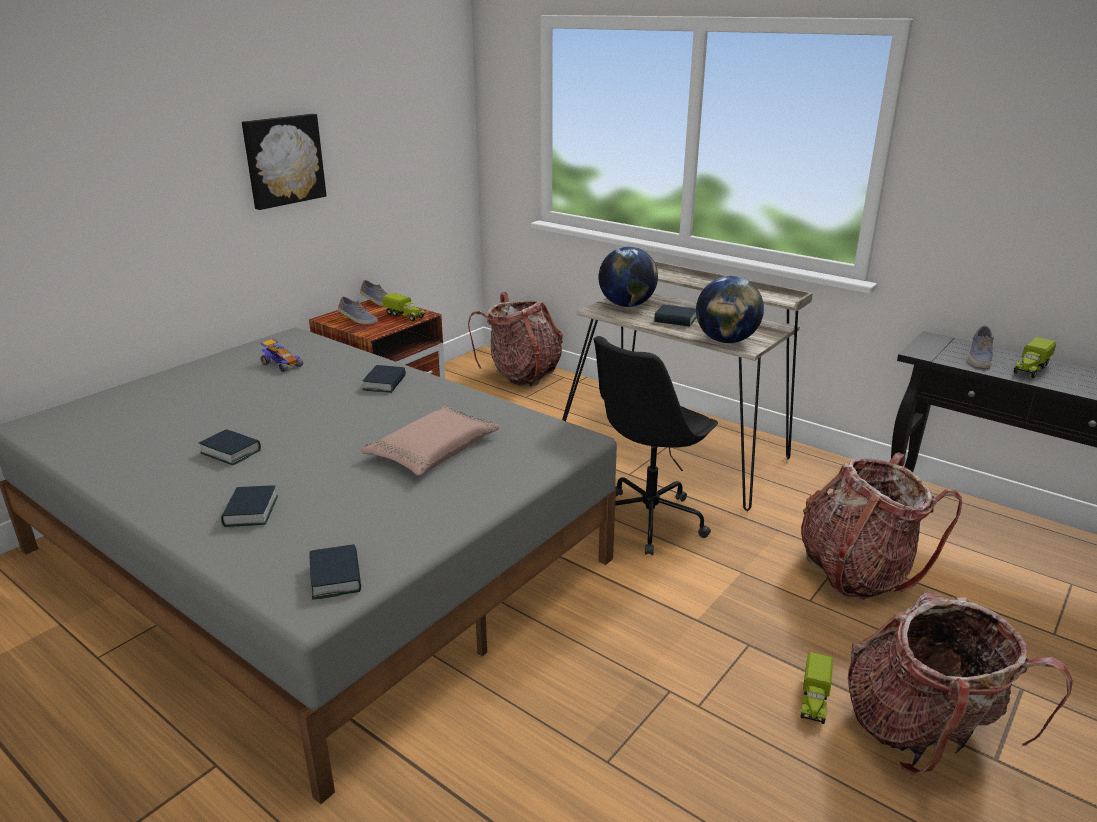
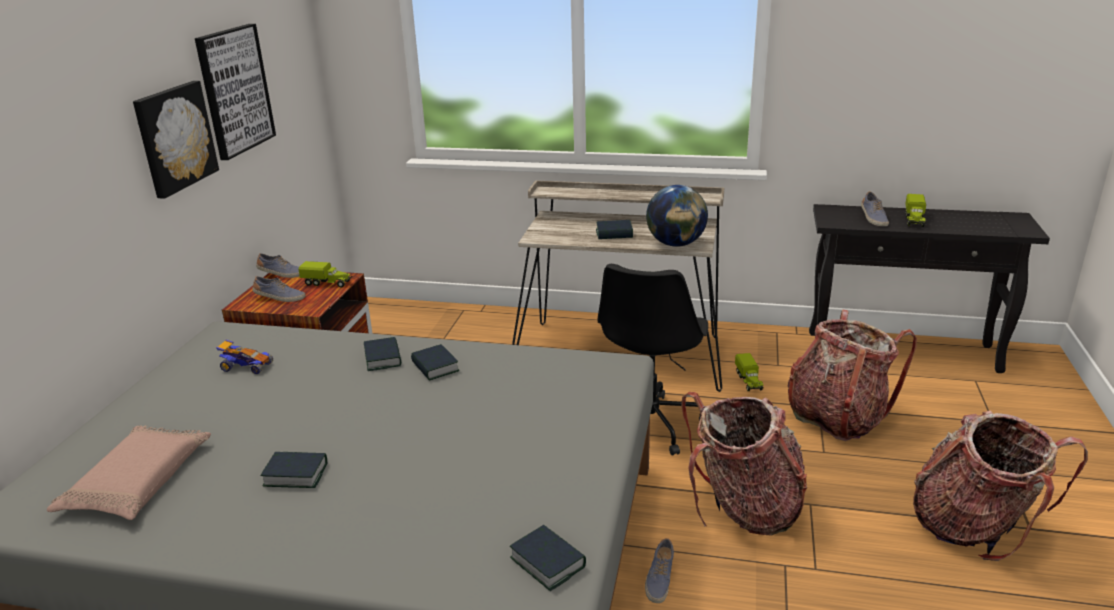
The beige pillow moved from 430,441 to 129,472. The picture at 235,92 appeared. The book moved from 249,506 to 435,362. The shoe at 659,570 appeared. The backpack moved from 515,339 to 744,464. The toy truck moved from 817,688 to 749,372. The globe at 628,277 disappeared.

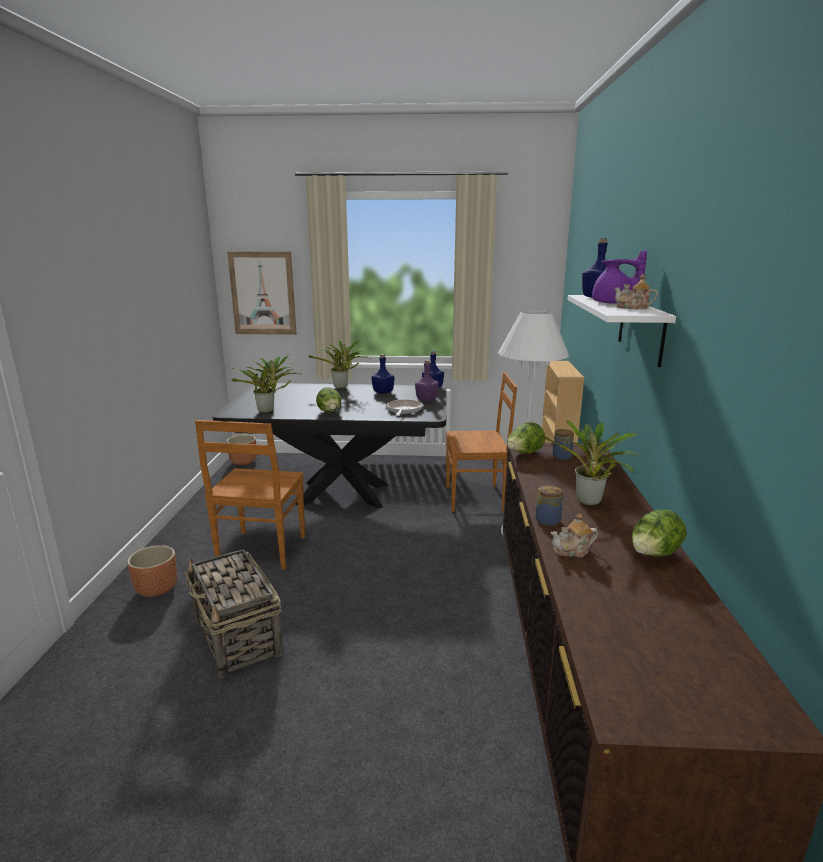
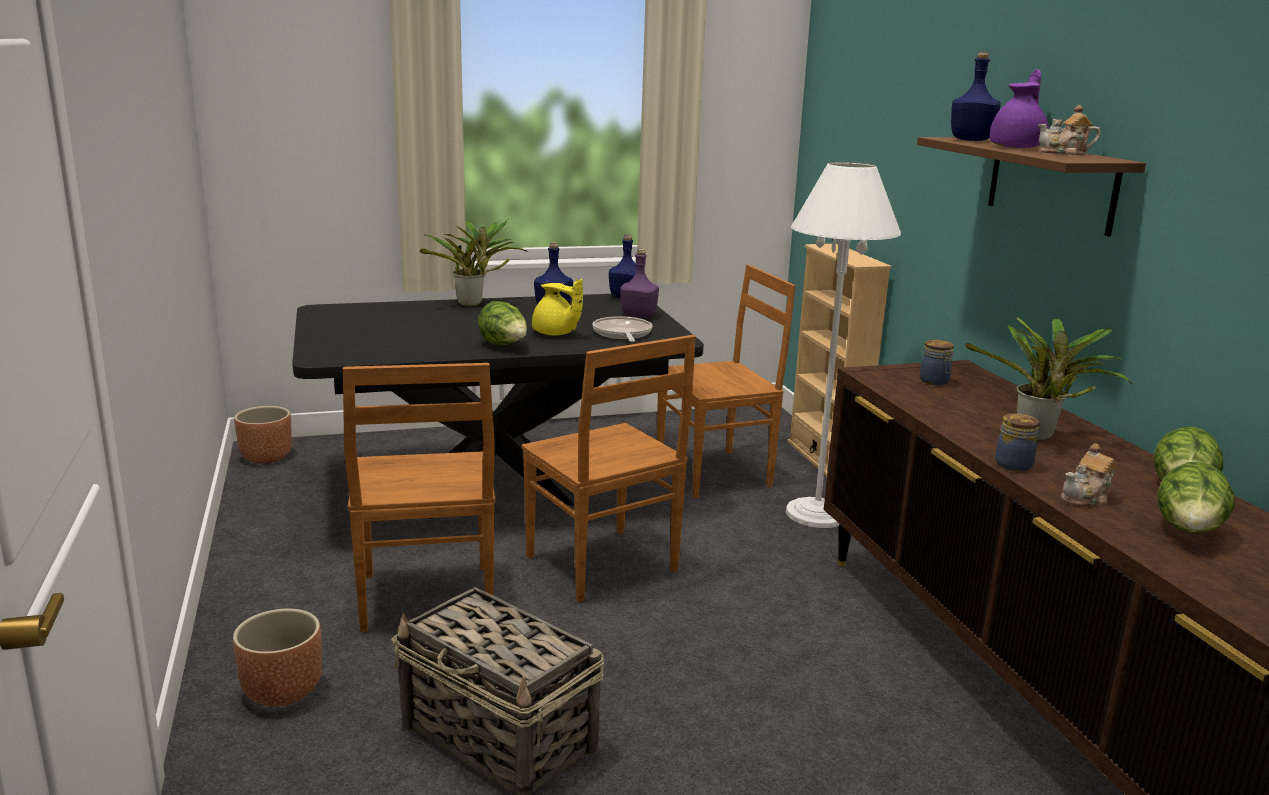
The brown chair at 608,468 appeared. The yellow teapot at 557,307 appeared. The white shelf at 621,331 became the brown shelf at 1031,187. The purple teapot at 619,276 turned 45 degrees counterclockwise. The lettuce moved from 526,438 to 1195,497. The picture at 262,293 disappeared. The potted plant at 267,384 disappeared.

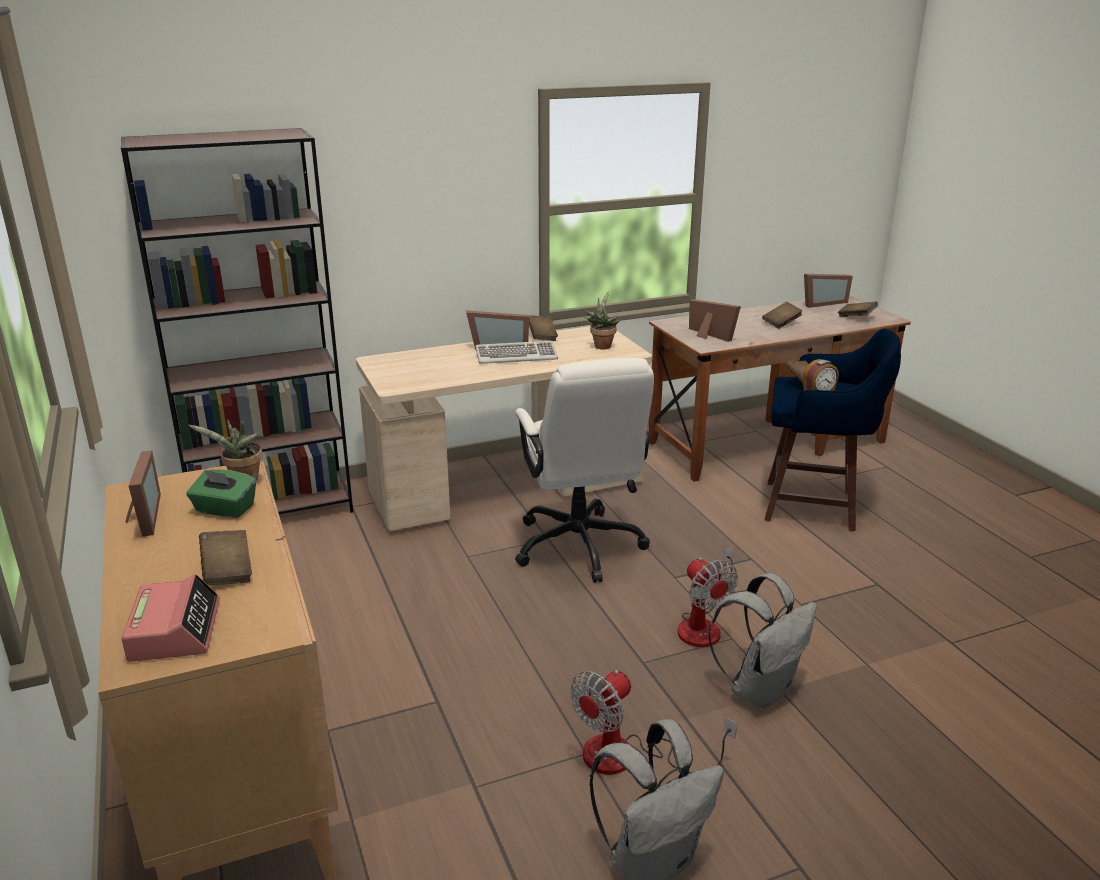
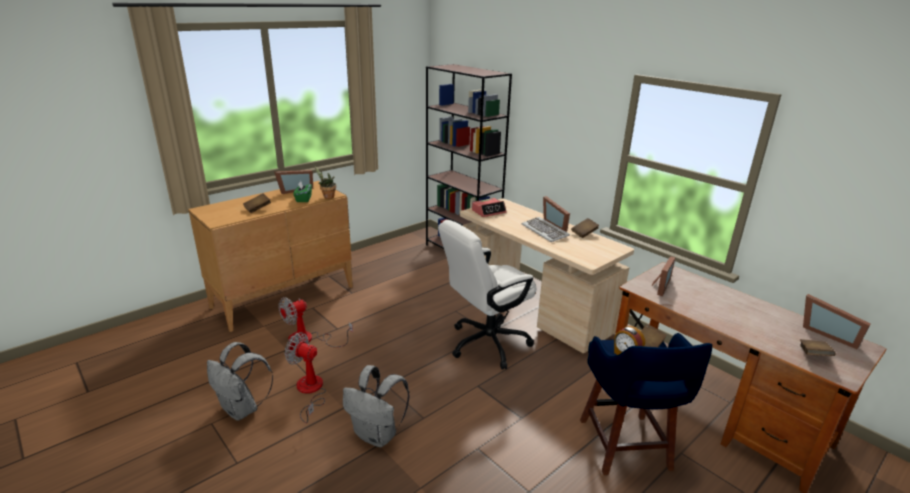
The fan moved from 708,597 to 315,322. The alarm clock moved from 170,618 to 489,207. The potted plant at 602,321 disappeared. The brown book at 782,315 disappeared.

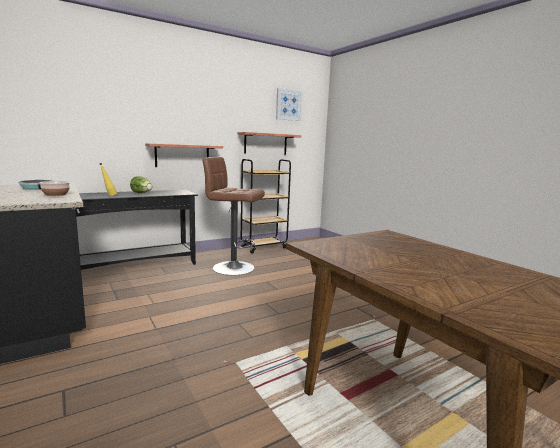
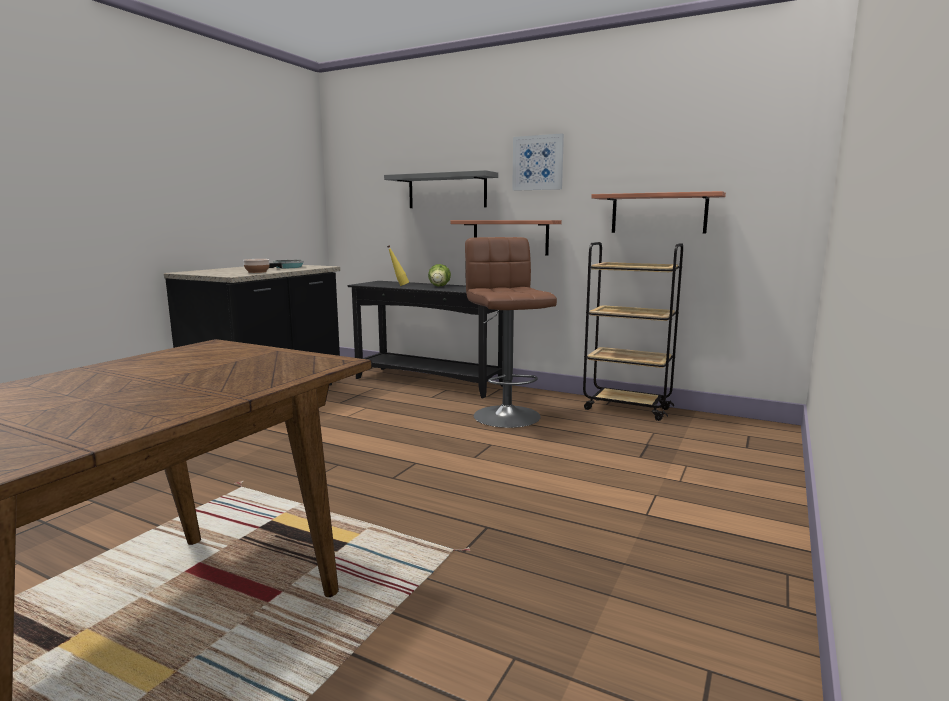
The grey shelf at 441,189 appeared. The picture moved from 289,104 to 538,162.

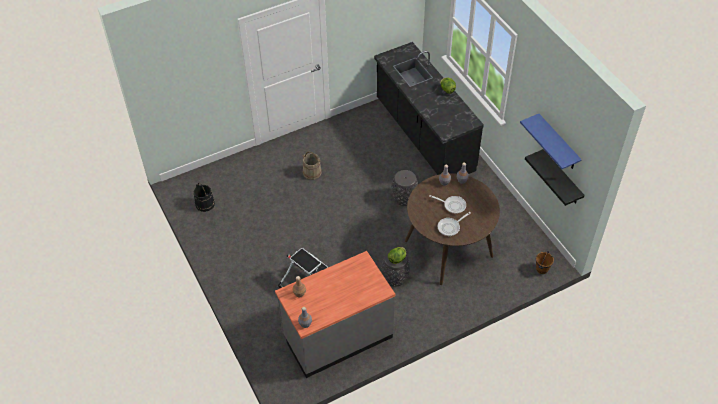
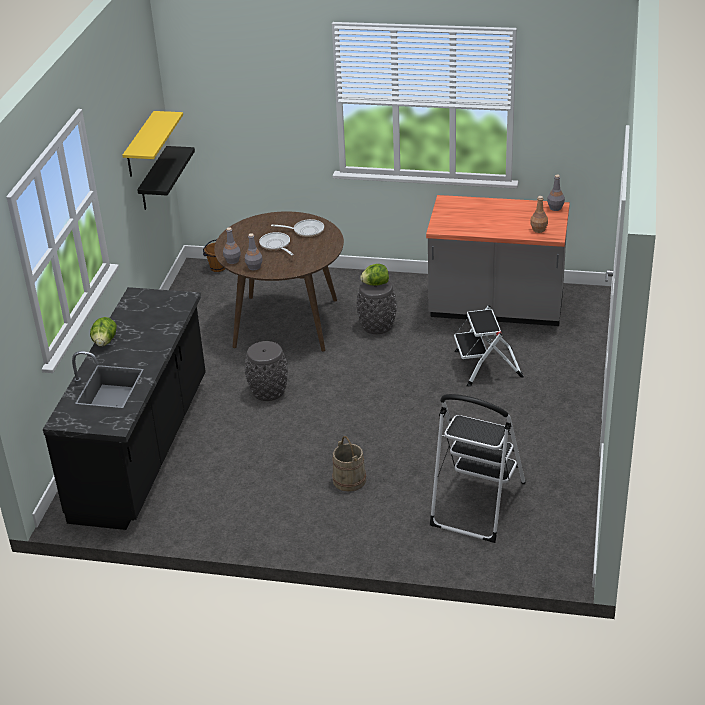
The blue shelf at 551,141 became the yellow shelf at 152,144. The step ladder at 478,468 appeared. The black bucket at 204,197 disappeared.

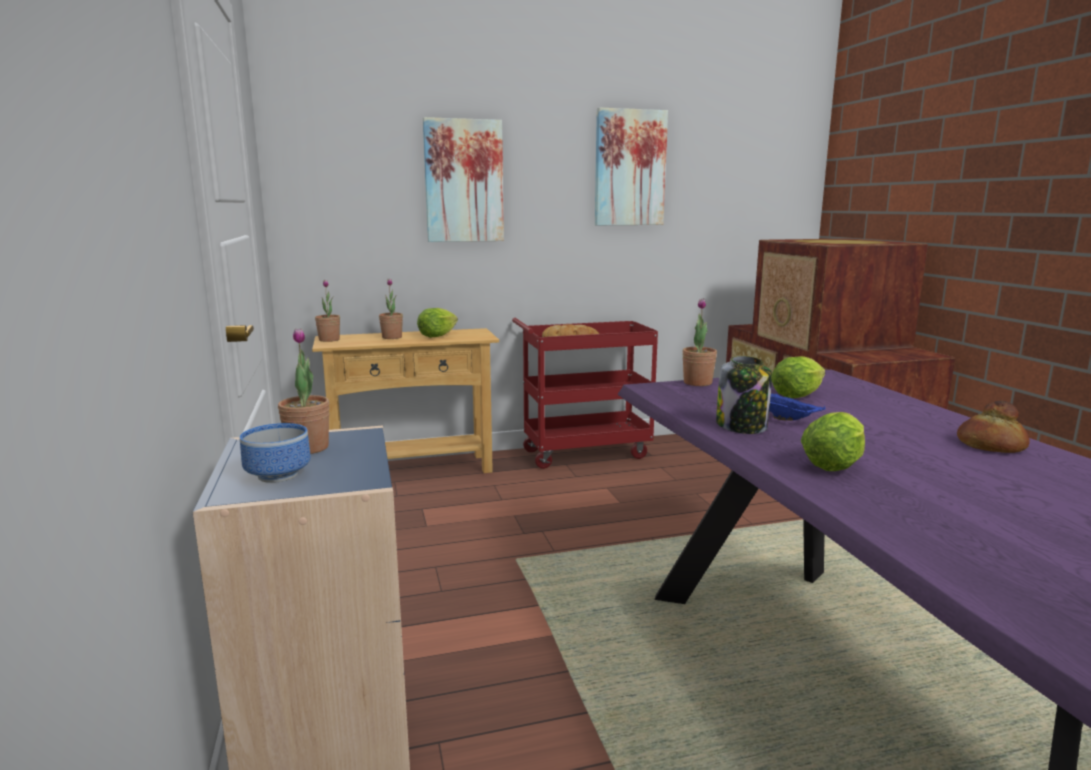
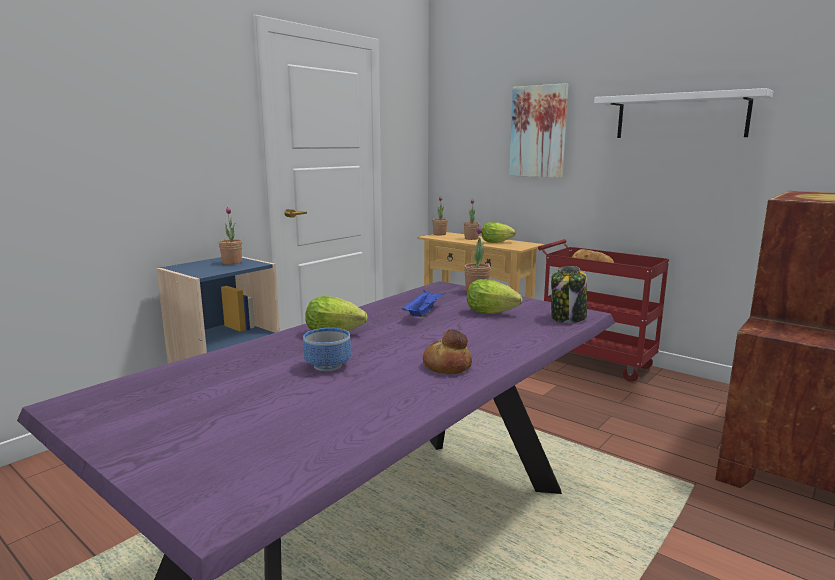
The bowl moved from 275,453 to 327,349. The jar moved from 744,395 to 569,294. The picture at 631,166 was replaced by the white shelf at 684,113.

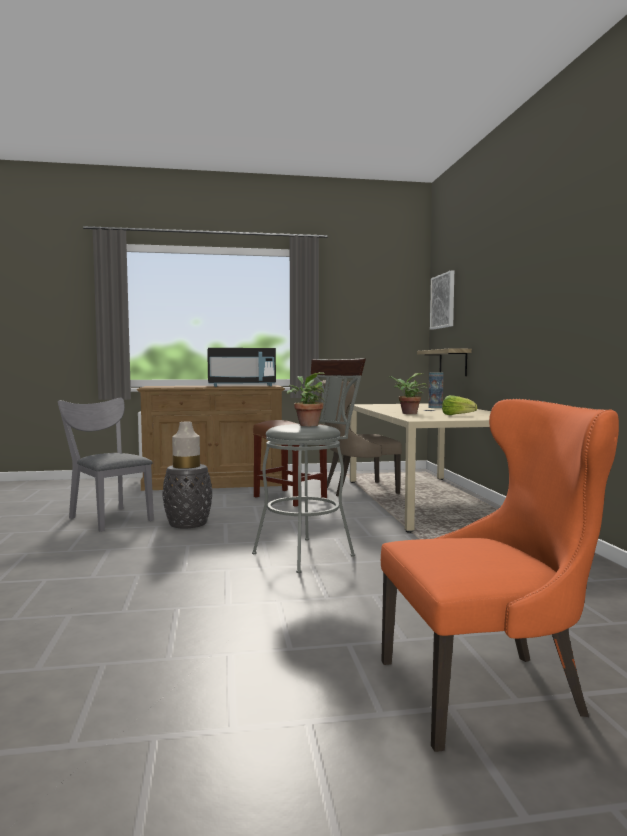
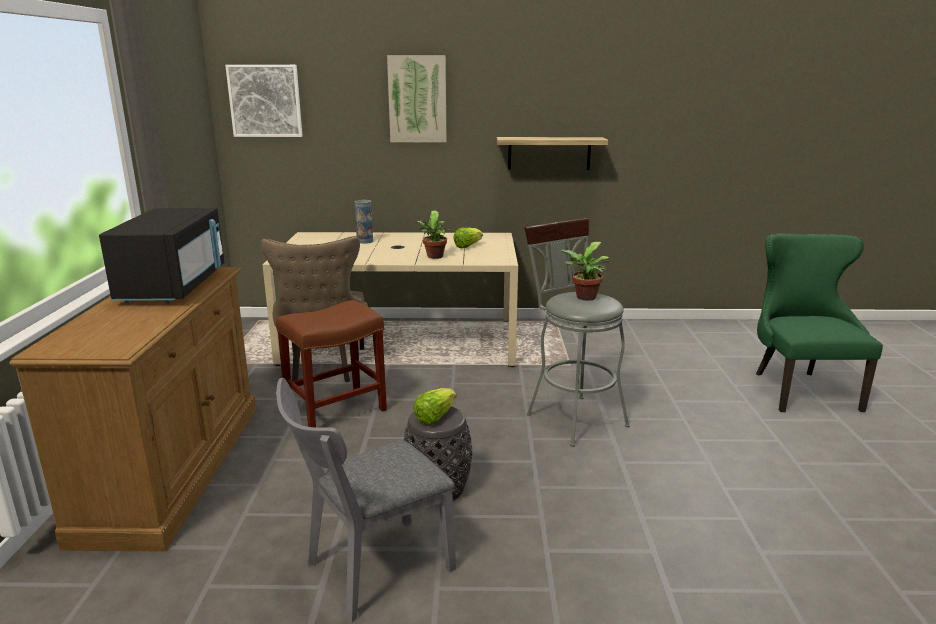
The picture at 417,98 appeared. The beige vase at 186,445 was replaced by the lettuce at 434,406. The shelf moved from 444,362 to 552,153. The orange chair at 500,575 became the green chair at 819,323.

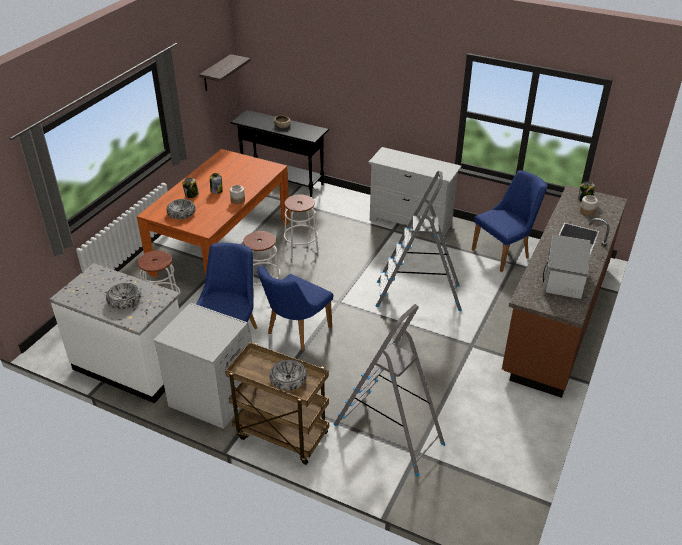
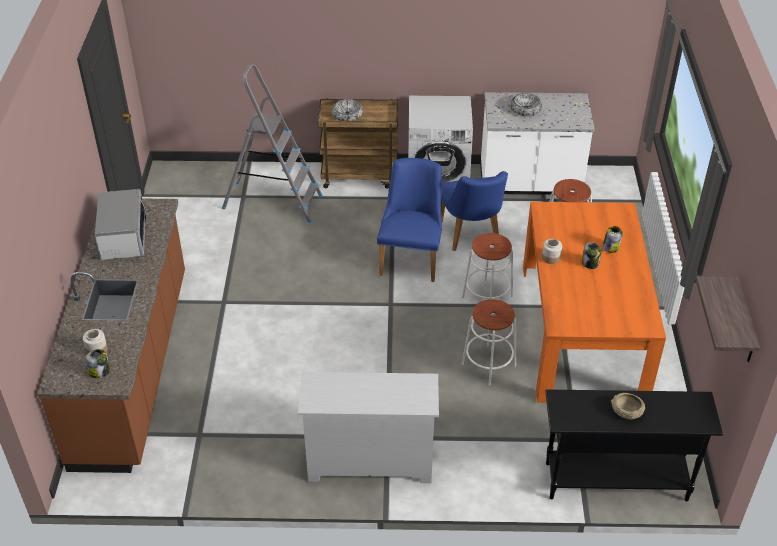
The bowl at 181,209 disappeared. The grey step ladder at 418,241 disappeared. The blue chair at 510,221 disappeared.

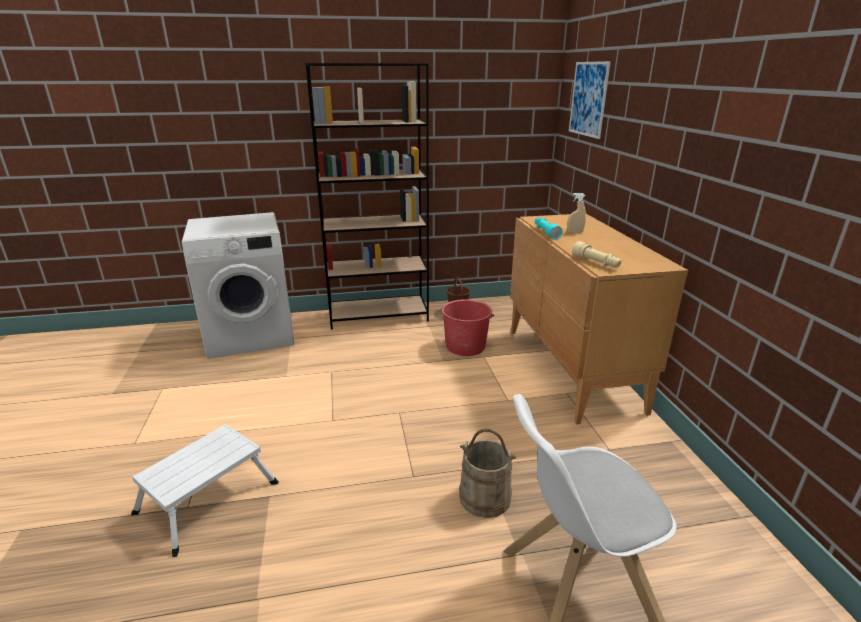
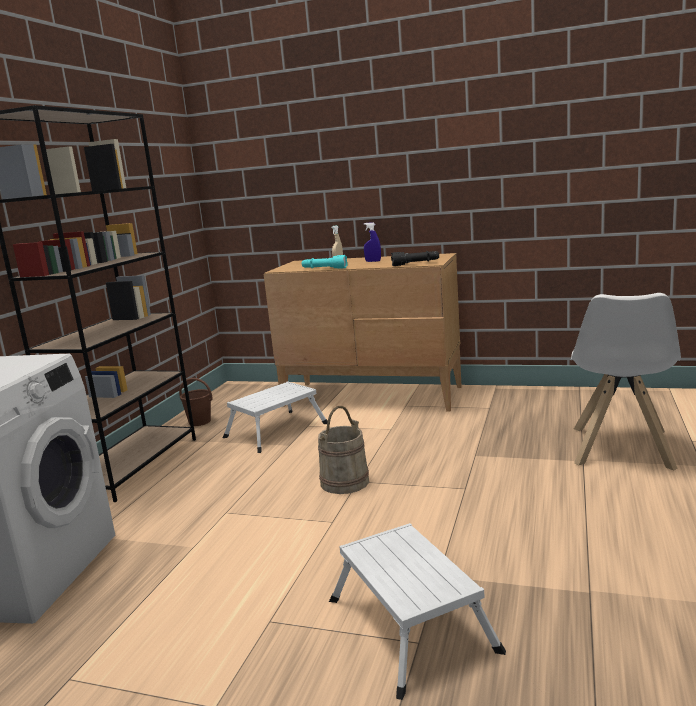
The red bucket at 467,327 was replaced by the white step ladder at 275,417. The beige bucket moved from 487,473 to 343,450. The blue spray bottle at 372,242 appeared. The beige flashlight at 596,254 became the black flashlight at 415,258. The picture at 590,100 disappeared.

